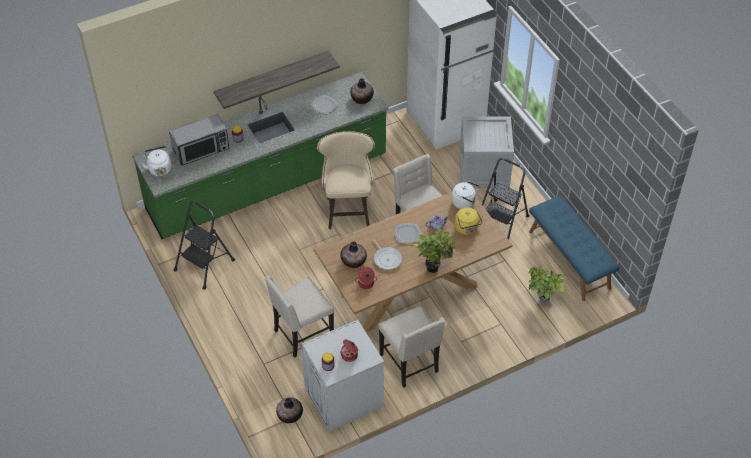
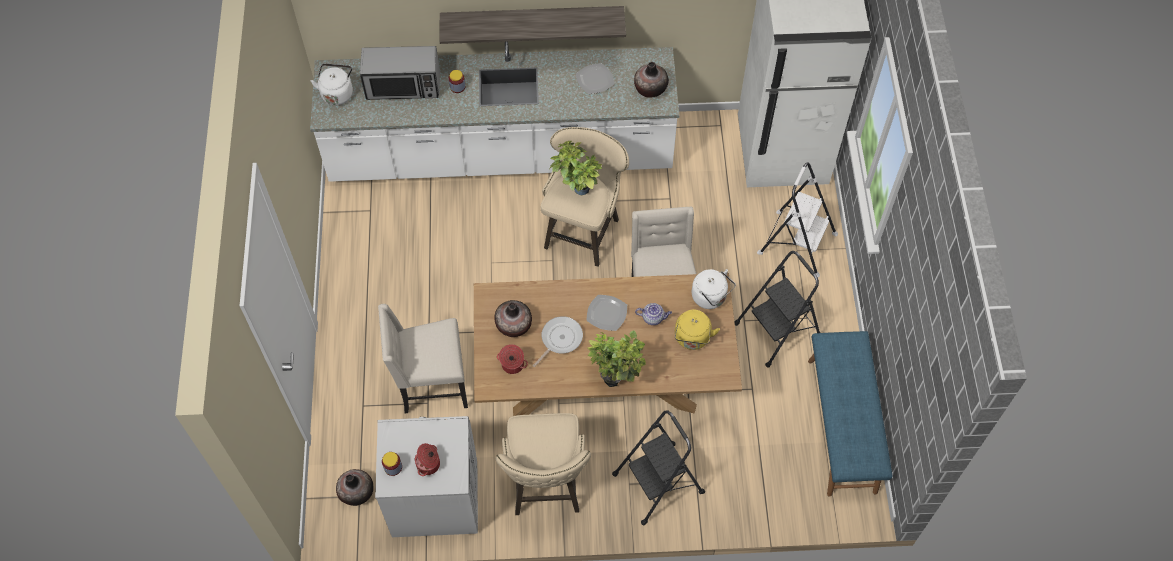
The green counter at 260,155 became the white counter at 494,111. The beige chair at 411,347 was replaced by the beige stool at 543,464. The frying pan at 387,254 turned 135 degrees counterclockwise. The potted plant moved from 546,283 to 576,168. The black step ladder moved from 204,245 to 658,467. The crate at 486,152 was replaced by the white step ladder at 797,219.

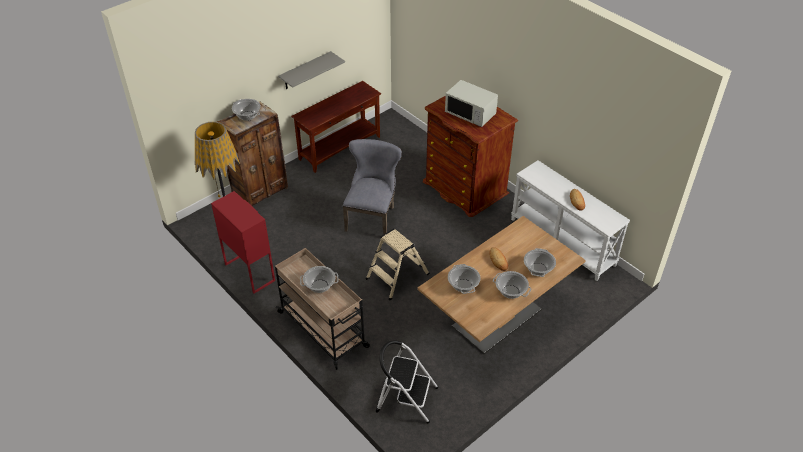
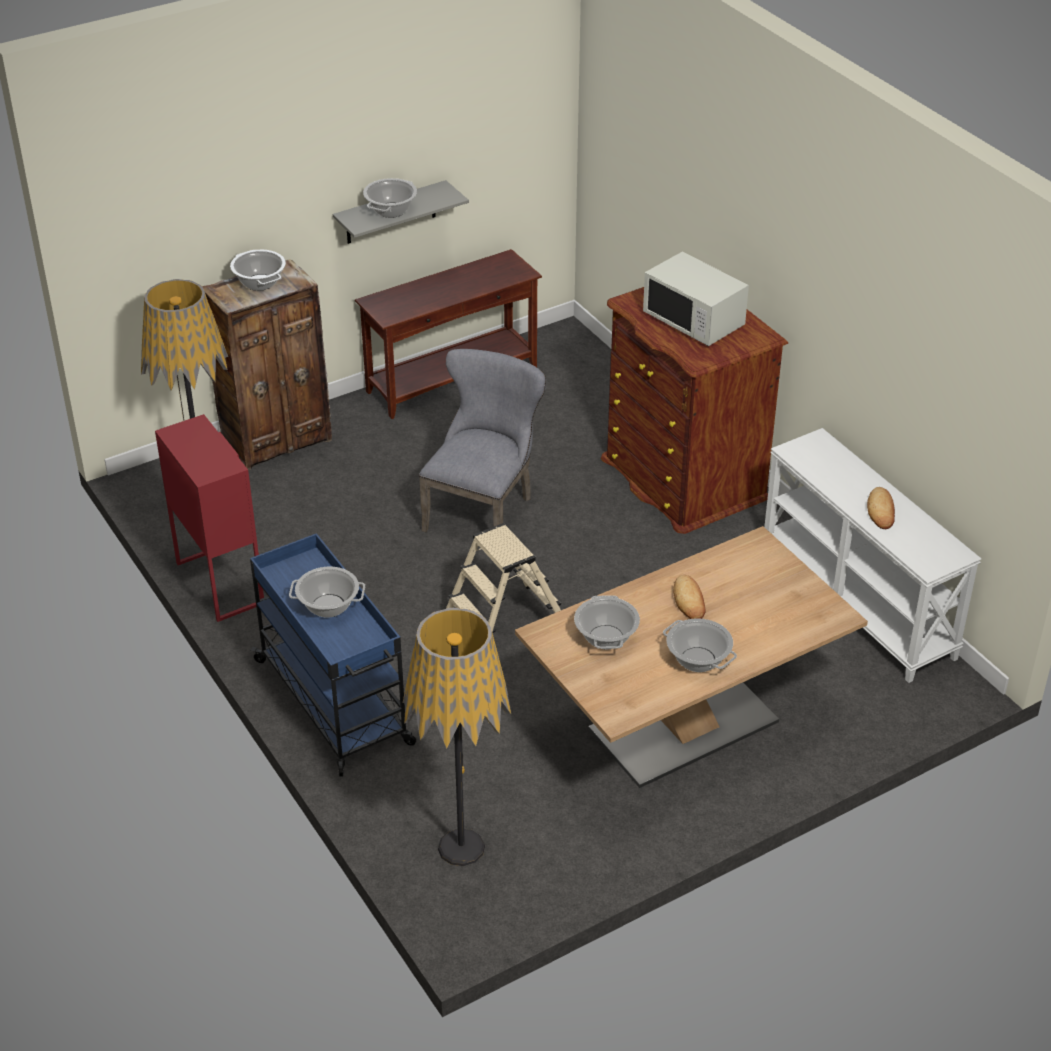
The beige cart at 322,309 became the blue cart at 333,655. The cooking pot moved from 540,262 to 390,198. The step ladder at 407,381 was replaced by the floor lamp at 457,737.

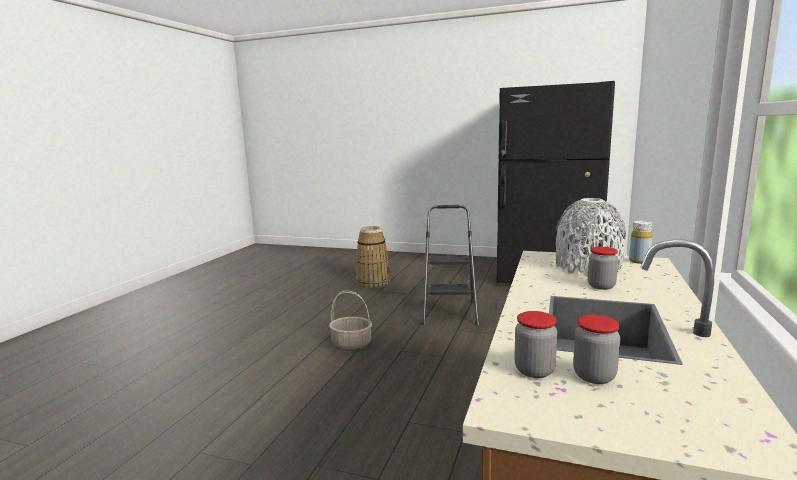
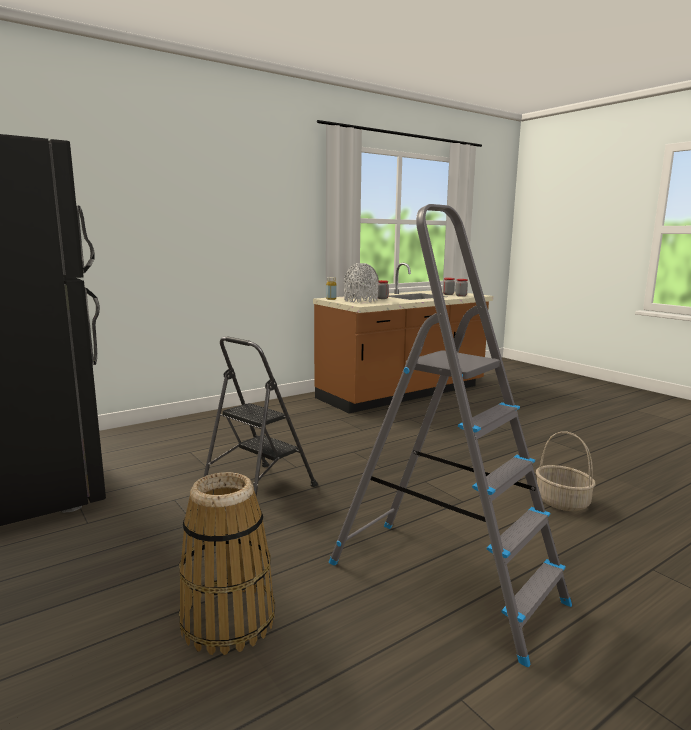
The grey step ladder at 450,435 appeared. The basket moved from 350,320 to 566,471.

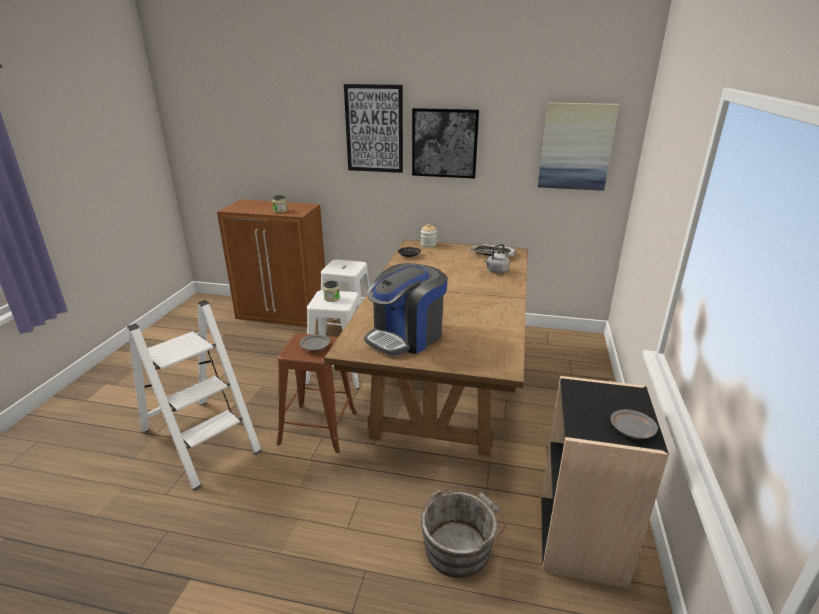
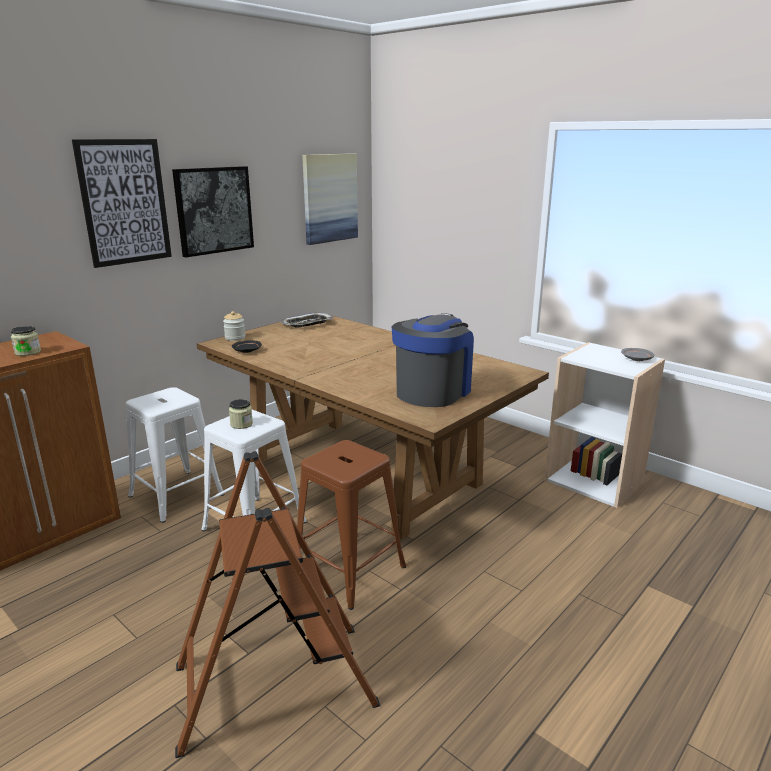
The white step ladder at 194,395 became the brown step ladder at 277,604. The coffee machine at 406,309 turned 135 degrees counterclockwise. The black bookcase at 605,482 became the white bookcase at 604,425. The grey plate at 315,343 disappeared. The grey bucket at 463,532 disappeared. The grey kettle at 497,258 disappeared.

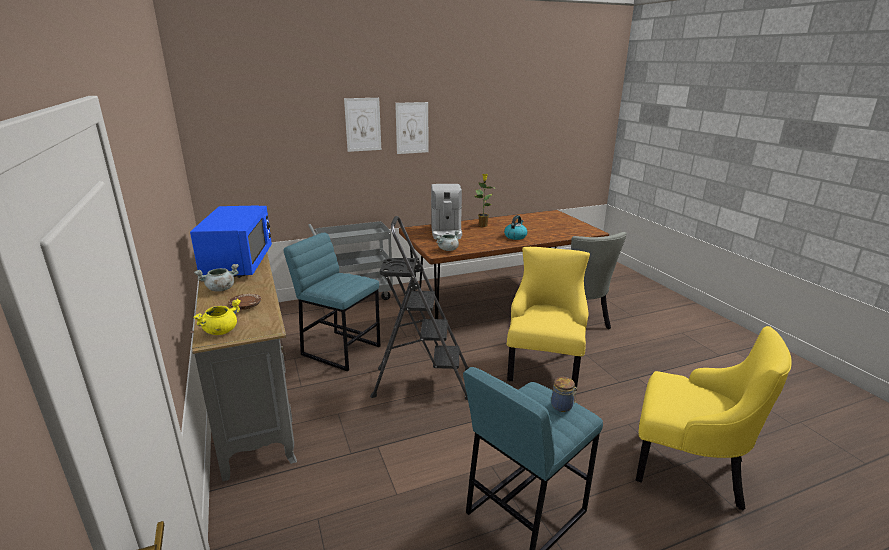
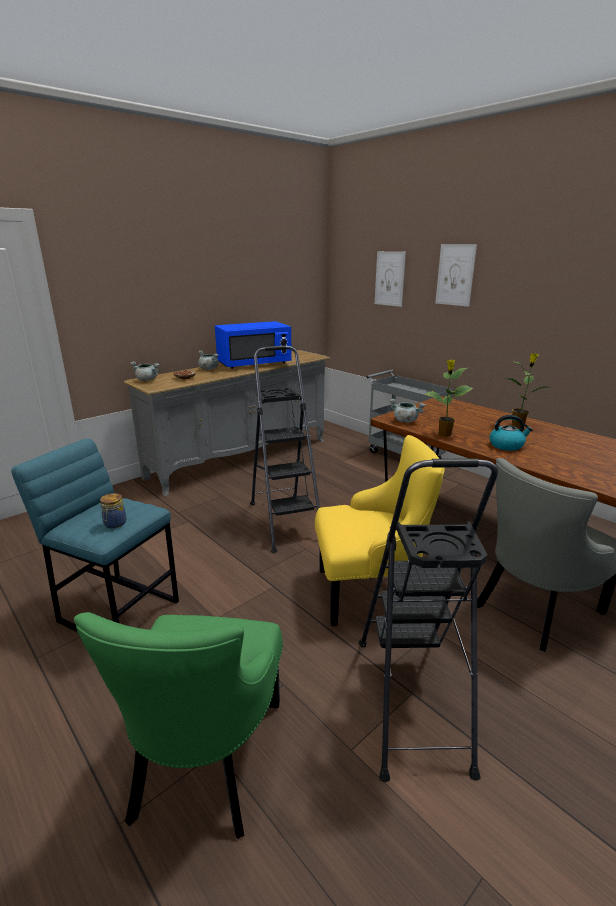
The yellow chair at 714,418 became the green chair at 179,725. The yellow cooking pot at 217,317 became the grey cooking pot at 145,371. The step ladder at 428,620 appeared. The picture moved from 412,128 to 390,279. The potted plant at 449,398 appeared. The blue stool at 332,302 disappeared. The coffee machine at 446,212 disappeared.

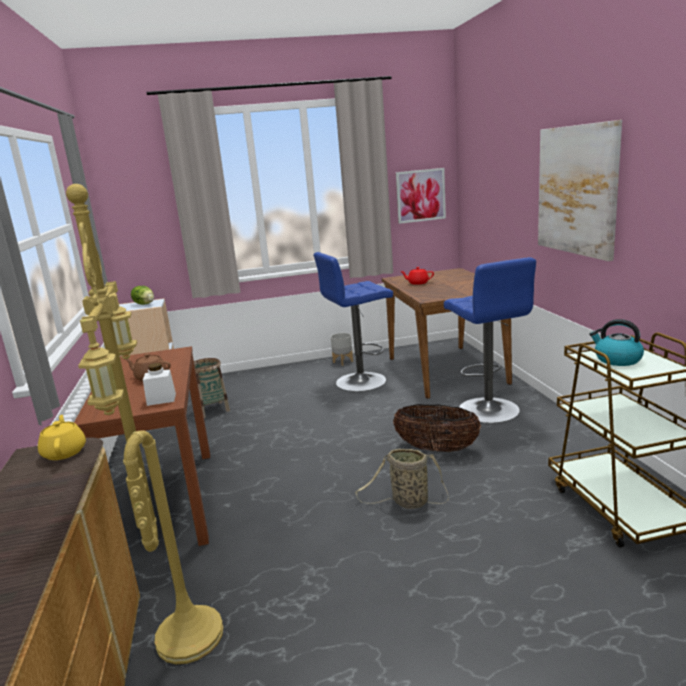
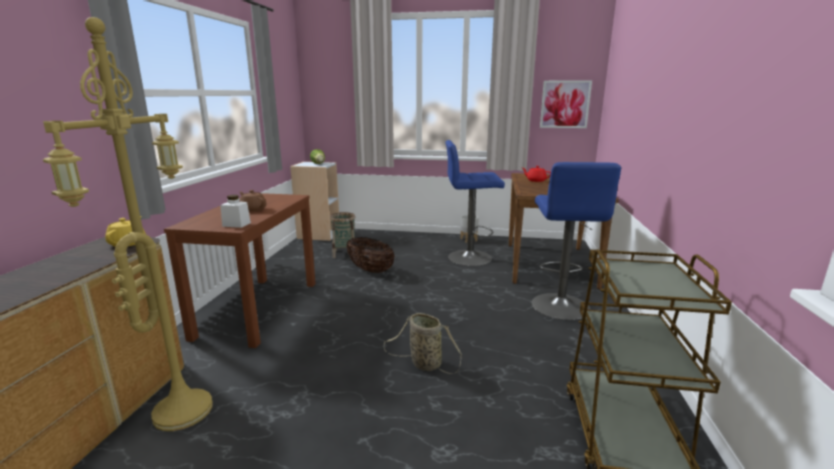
The basket moved from 437,428 to 370,255. The picture at 580,190 disappeared. The kettle at 616,342 disappeared.

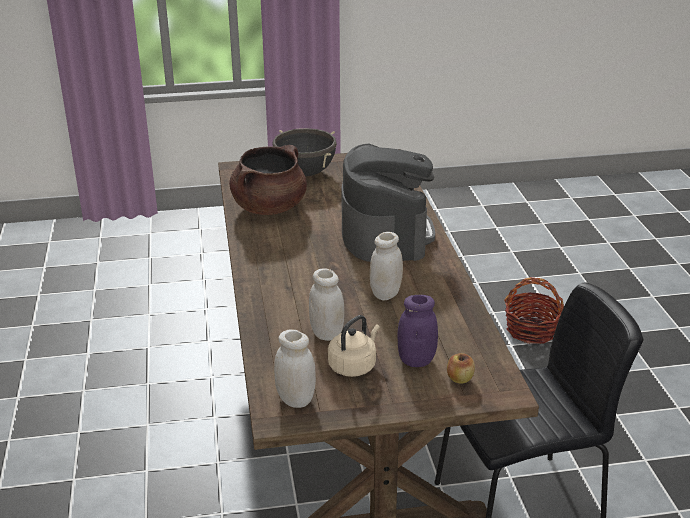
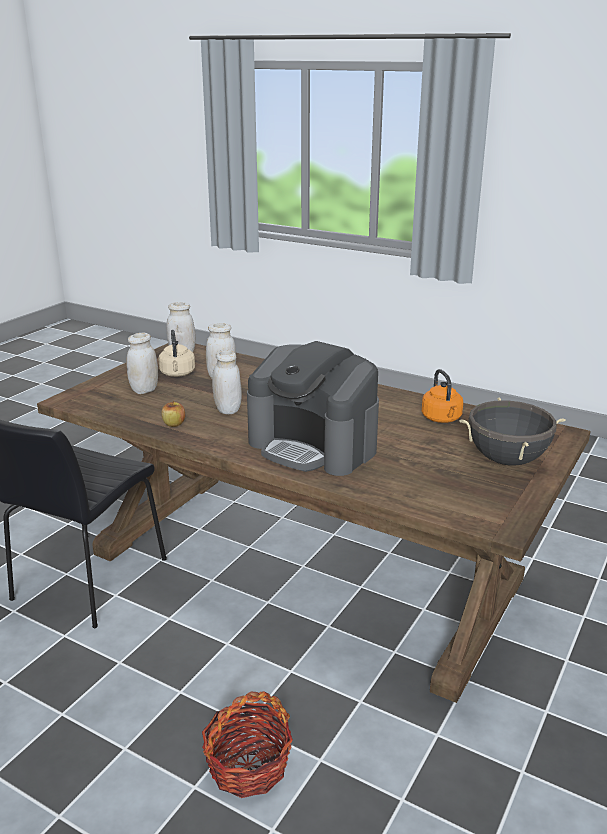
The purple jar at 418,331 became the white jar at 142,363. The apple moved from 461,368 to 173,414. The brown cooking pot at 268,180 was replaced by the orange kettle at 442,396.

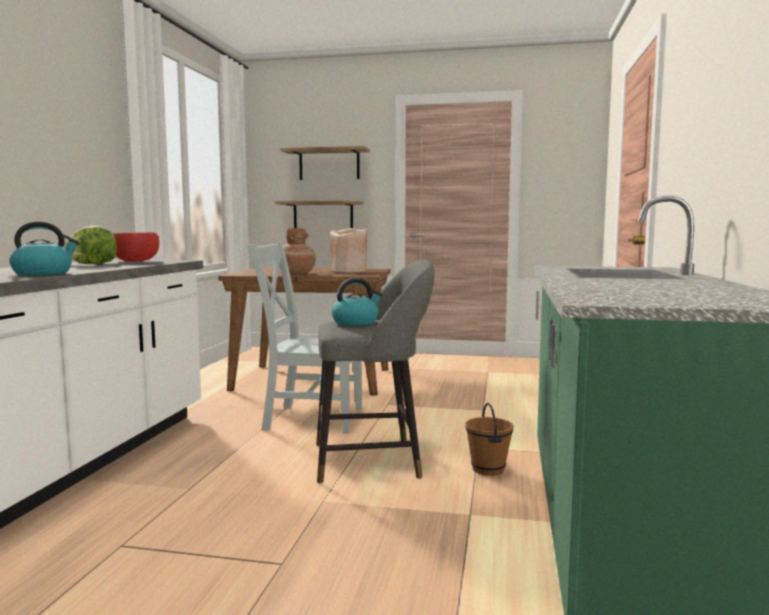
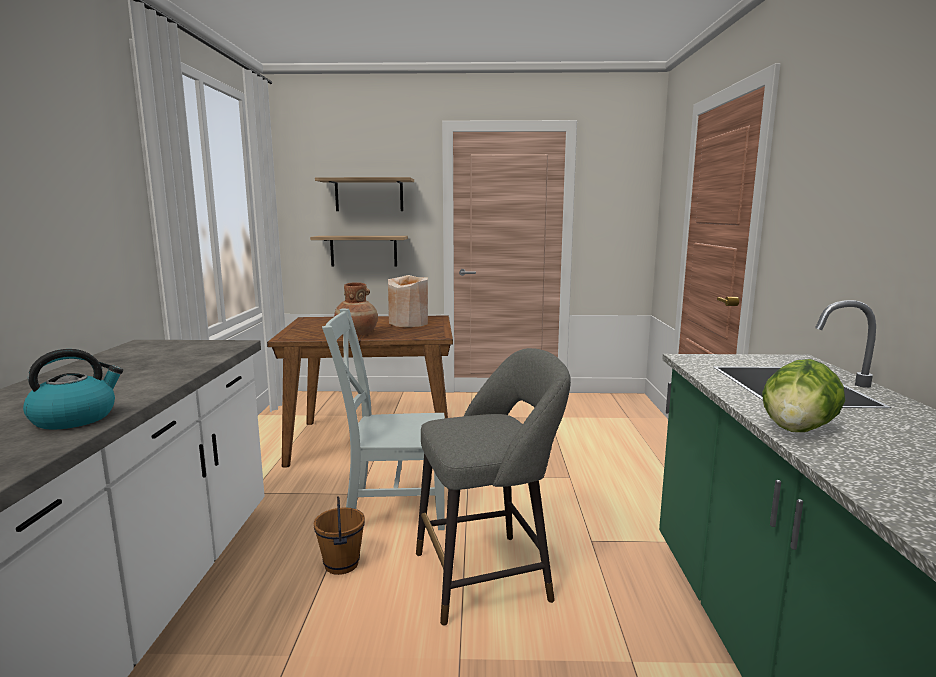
The brown bucket moved from 489,439 to 339,535. The lettuce moved from 90,244 to 803,395. The red bowl at 136,247 disappeared. The kettle at 357,301 disappeared.

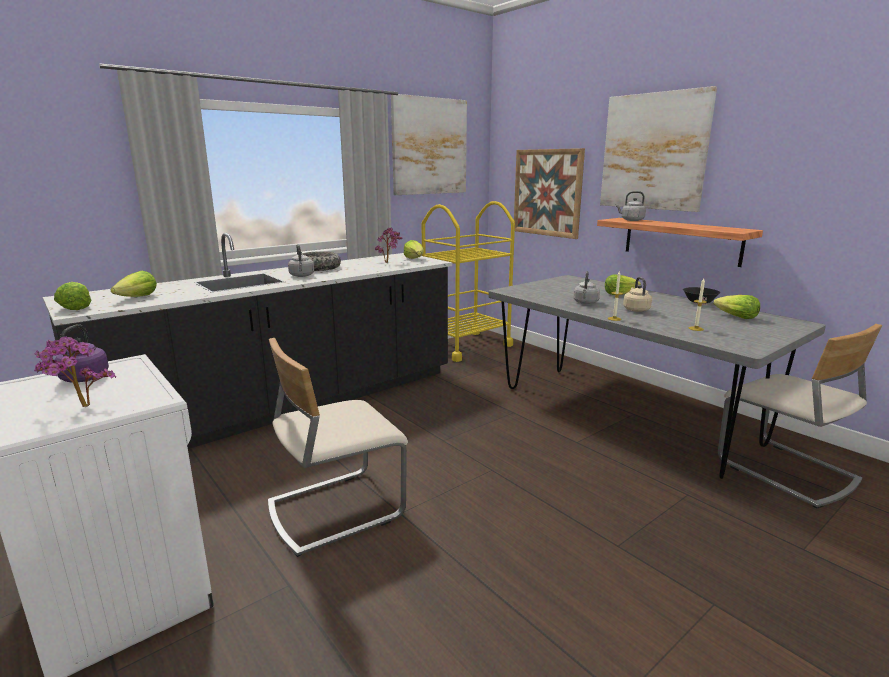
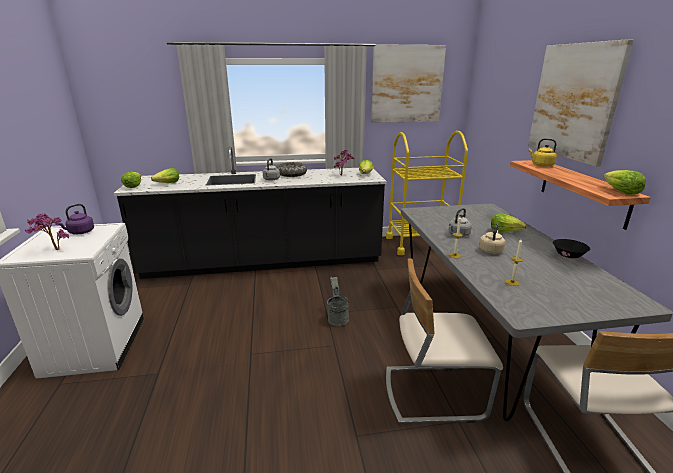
The grey bucket at 338,301 appeared. The beige chair moved from 338,447 to 444,341. The grey kettle at 631,206 became the yellow kettle at 543,152. The lettuce moved from 736,307 to 624,182. The picture at 549,193 disappeared.

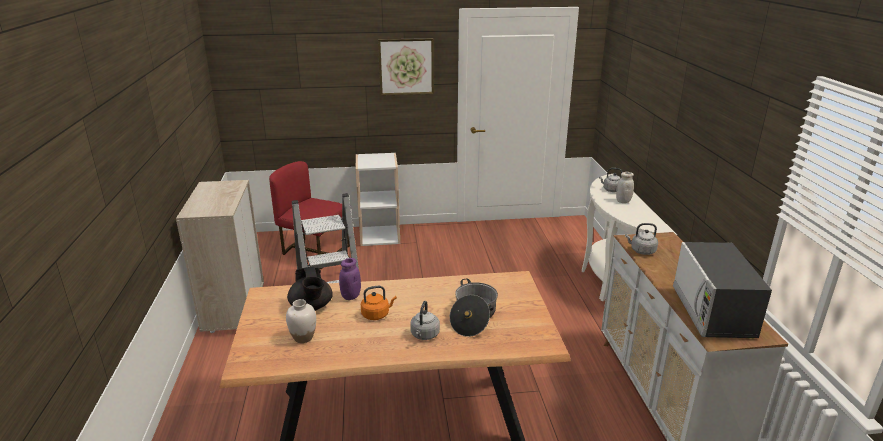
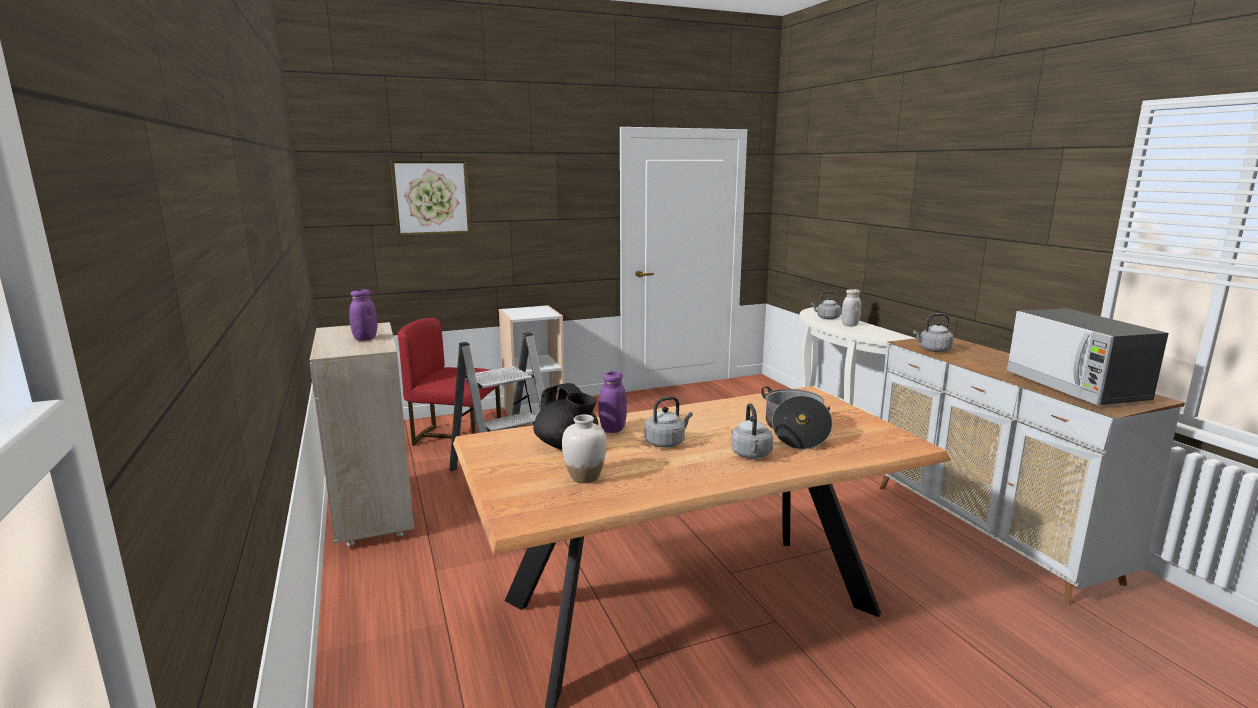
The purple jar at 363,315 appeared. The picture moved from 406,67 to 431,198. The orange kettle at 379,303 became the grey kettle at 669,422.

